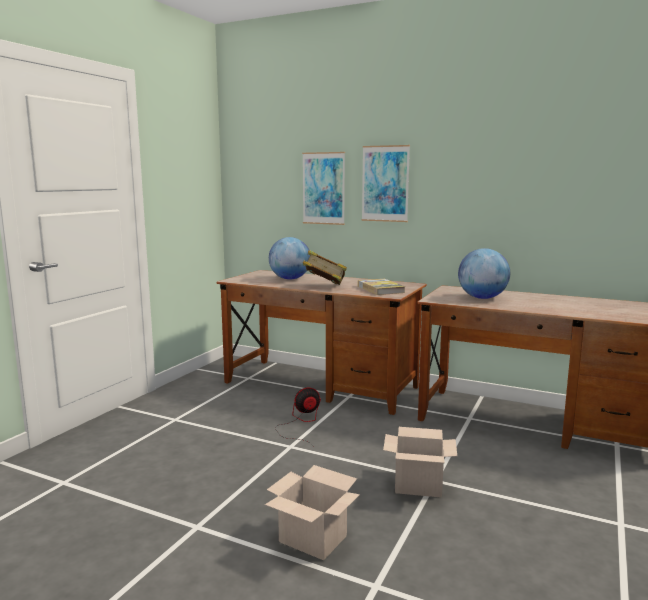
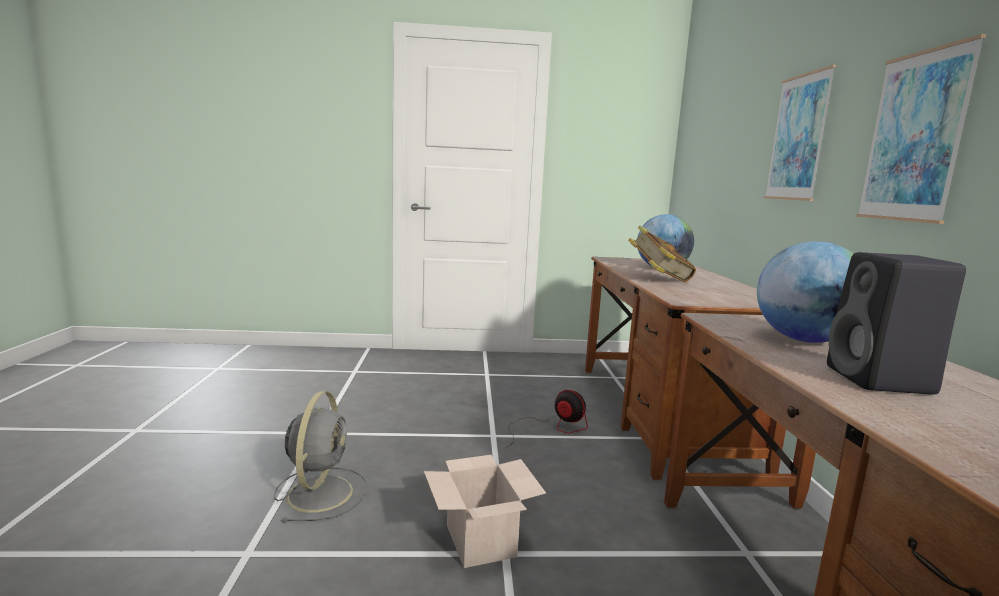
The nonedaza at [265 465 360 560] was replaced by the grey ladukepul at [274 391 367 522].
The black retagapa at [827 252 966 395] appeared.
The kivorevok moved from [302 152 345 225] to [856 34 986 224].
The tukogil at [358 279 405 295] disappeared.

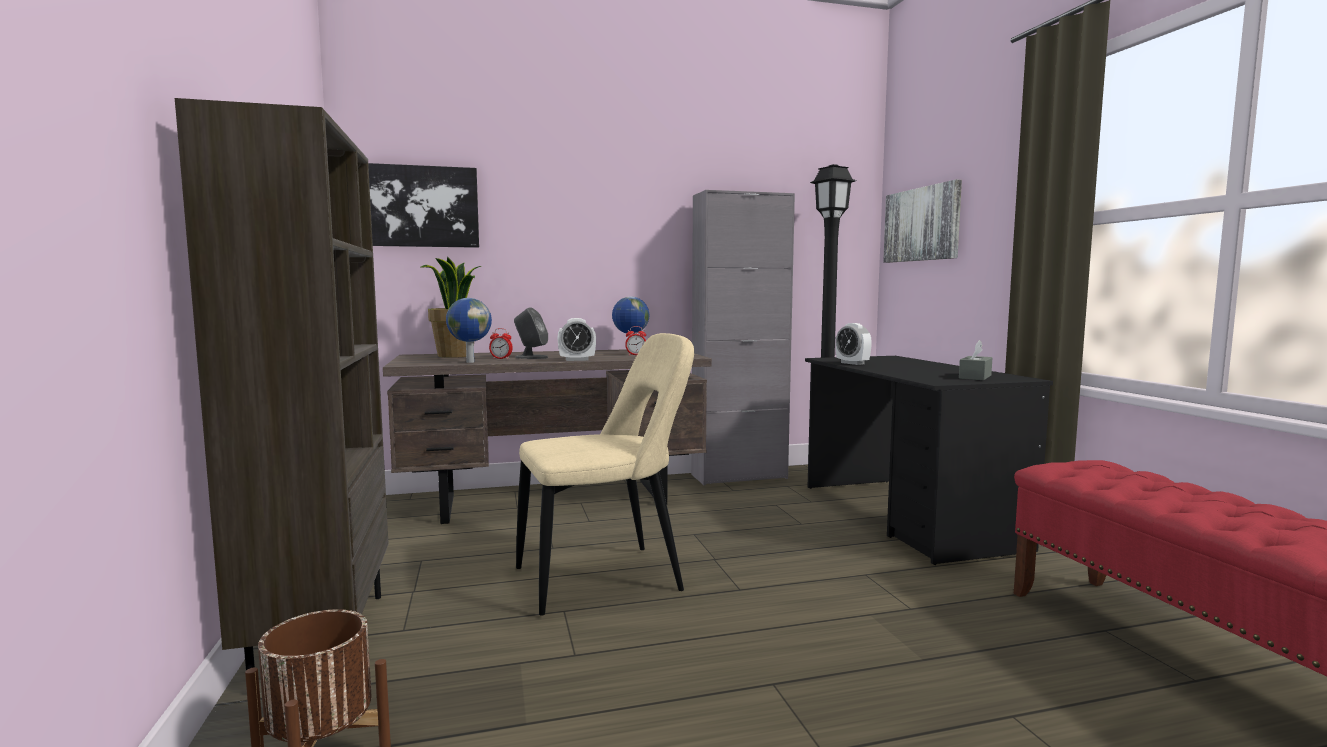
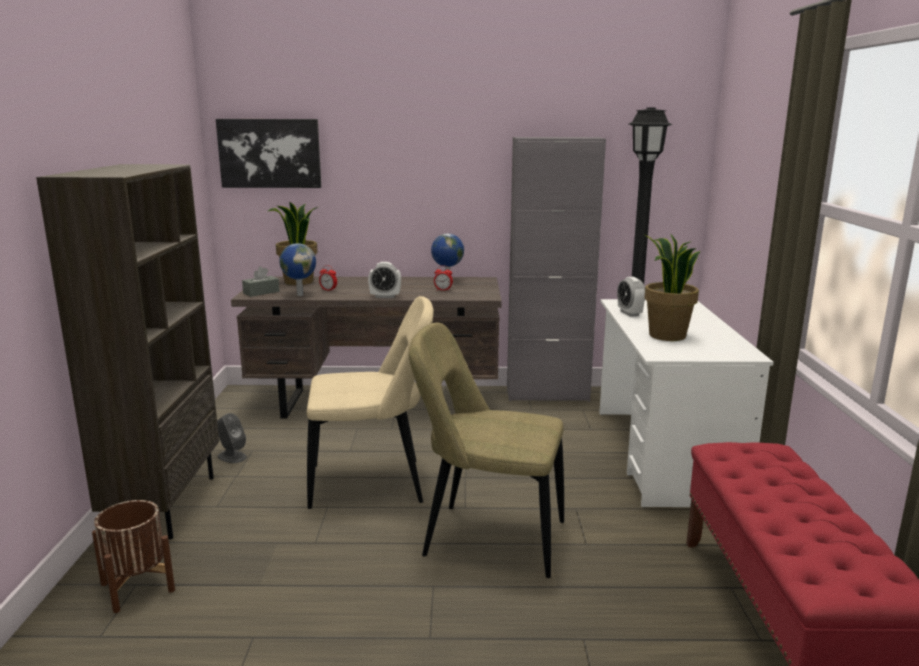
The grey retagapa moved from [514 307 548 359] to [217 413 247 463].
The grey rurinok moved from [959 340 992 380] to [242 266 280 297].
The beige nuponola at [409 323 564 578] appeared.
The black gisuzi at [805 356 1053 565] became the white gisuzi at [599 299 774 508].
The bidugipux at [644 233 701 341] appeared.
The kivorevok at [883 179 962 263] disappeared.

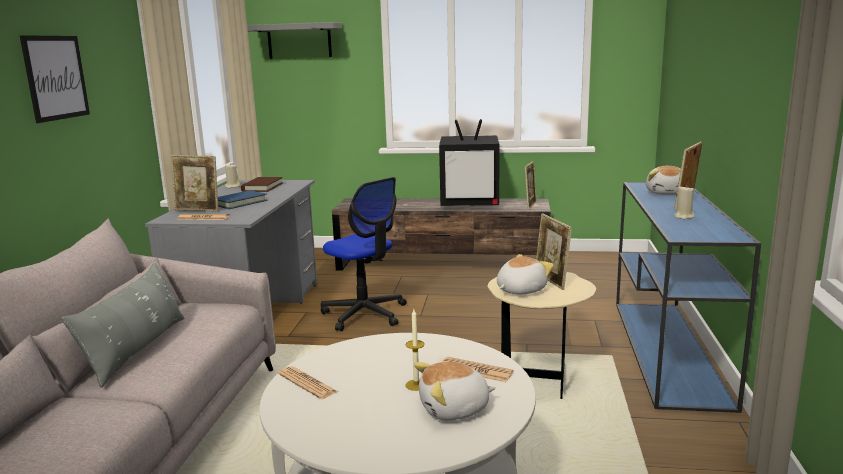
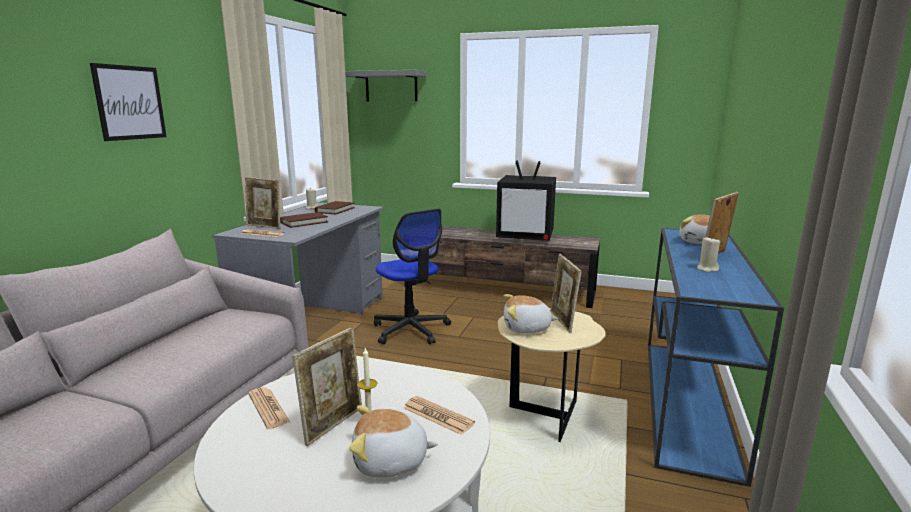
The blue tukogil at [218 190 267 209] became the brown tukogil at [280 212 328 228].
The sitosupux moved from [525 161 537 210] to [292 327 362 446].
The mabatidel at [497 254 553 295] turned 150 degrees counterclockwise.
The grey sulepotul at [61 263 185 388] disappeared.

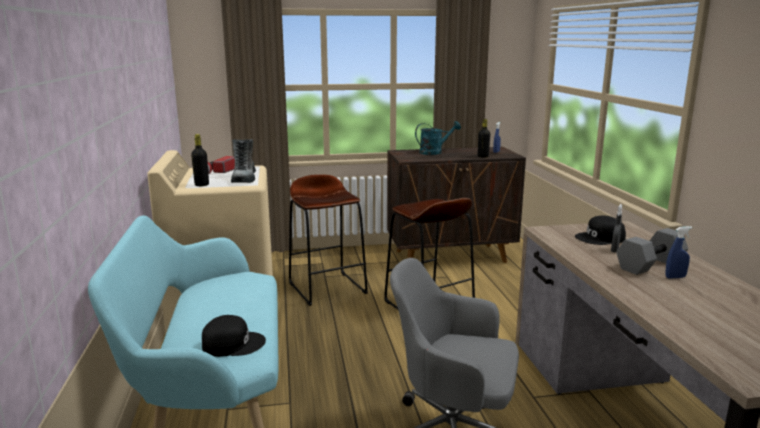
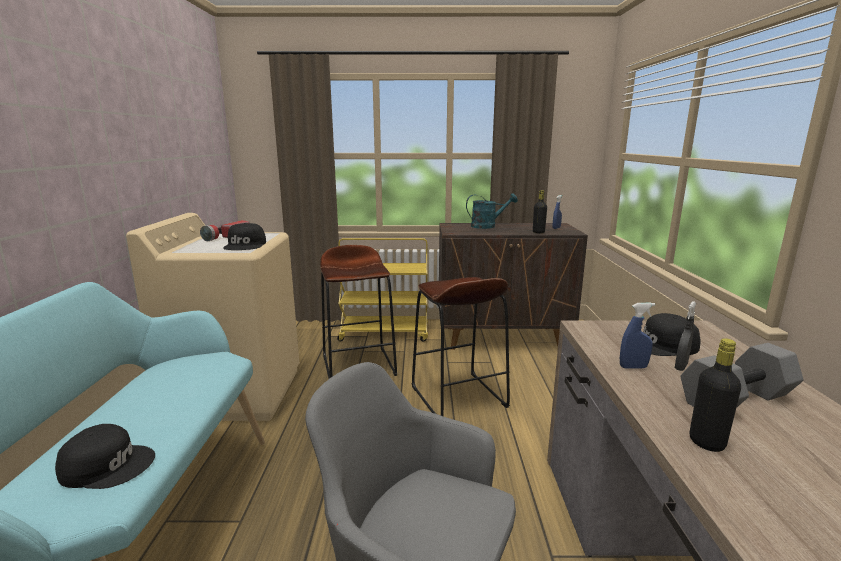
The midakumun at [231 139 256 183] was replaced by the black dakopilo at [223 223 266 250].
The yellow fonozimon at [337 238 428 342] appeared.
The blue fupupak moved from [665 226 692 279] to [620 303 655 369].
The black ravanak moved from [191 134 209 186] to [690 338 741 452].

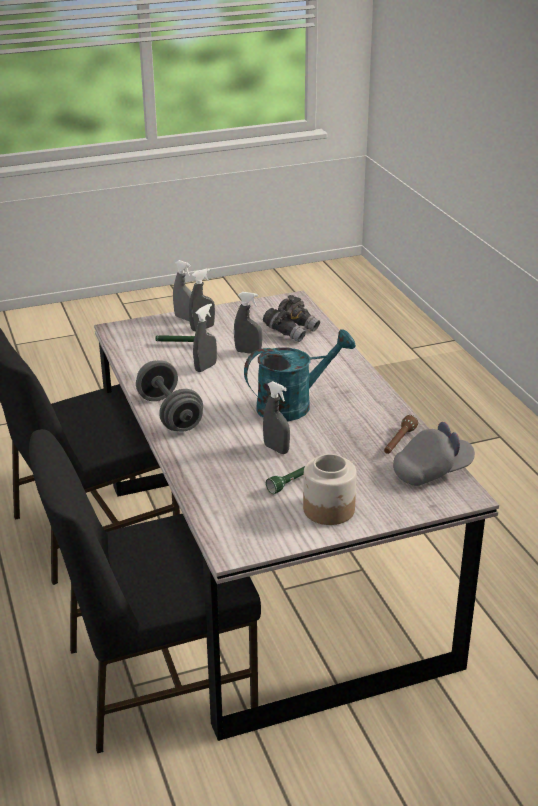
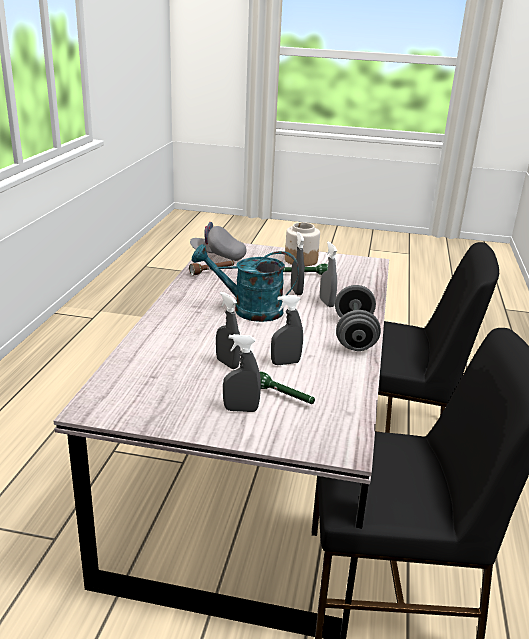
The grey fupupak moved from [173 260 192 321] to [320 242 337 307].
The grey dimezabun at [263 295 320 342] disappeared.

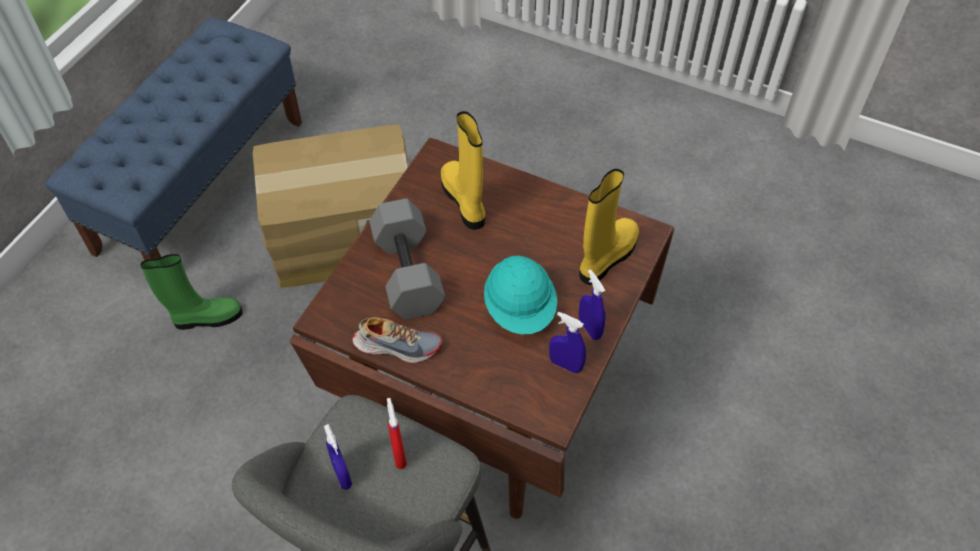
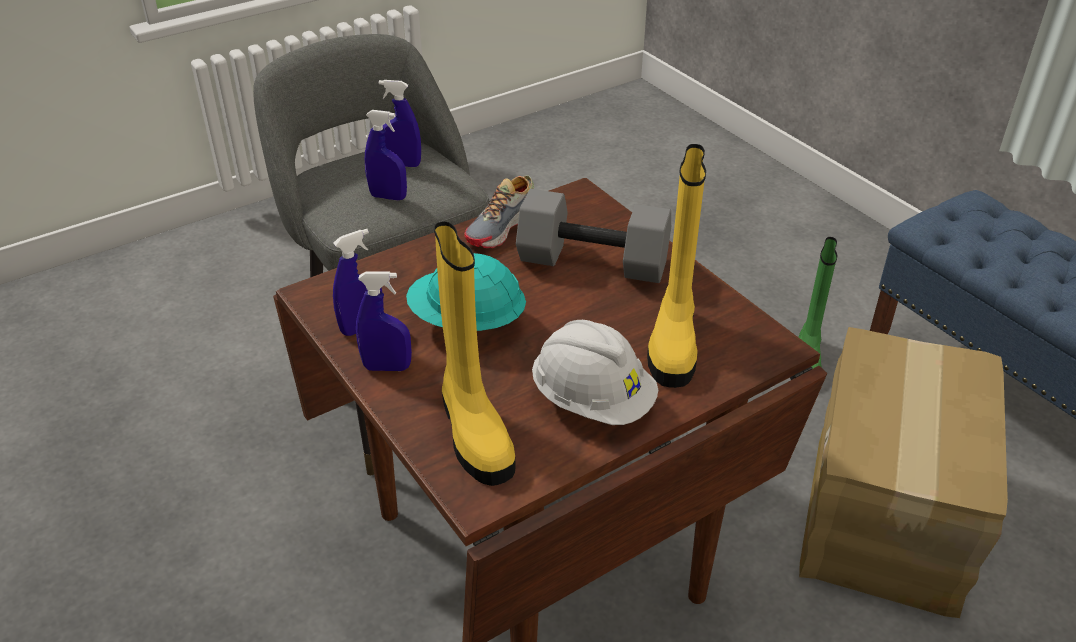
The red fupupak at [387 398 407 469] became the blue fupupak at [365 110 407 200].
The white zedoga at [532 320 658 425] appeared.
The yellow midakumun at [441 111 485 230] turned 90 degrees clockwise.

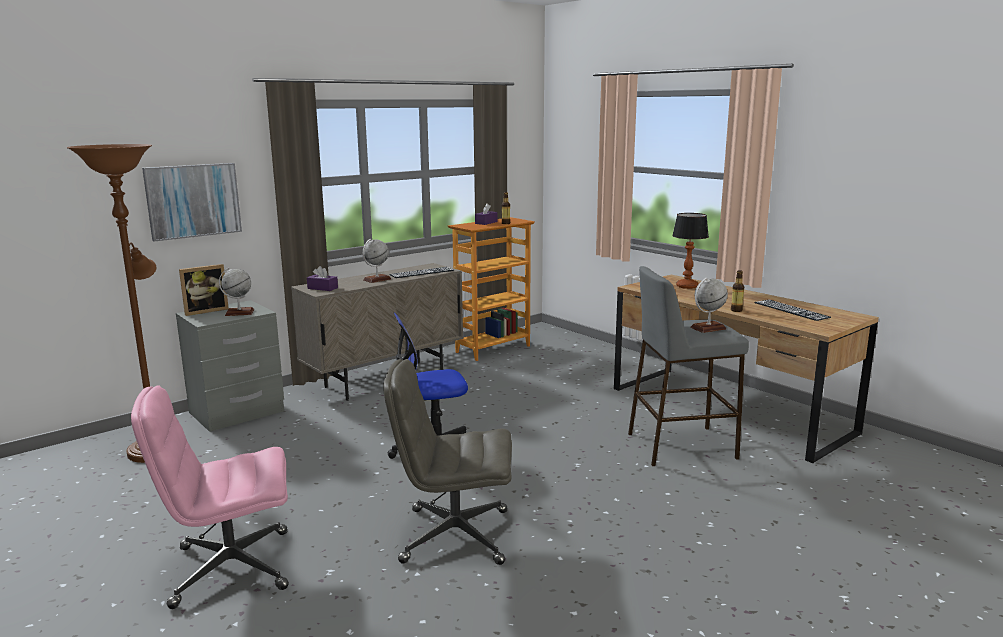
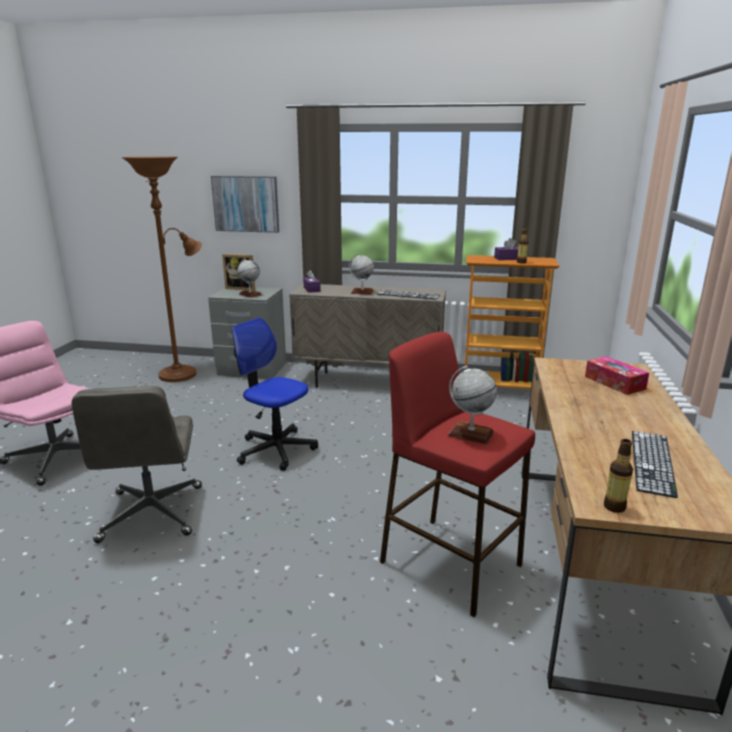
The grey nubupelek at [383 359 512 565] turned 150 degrees counterclockwise.
The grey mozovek at [628 266 749 466] became the red mozovek at [380 332 535 617].
The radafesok at [672 213 709 289] was replaced by the rurinok at [585 356 649 395].
The ravanak moved from [731 270 744 312] to [604 439 633 513].

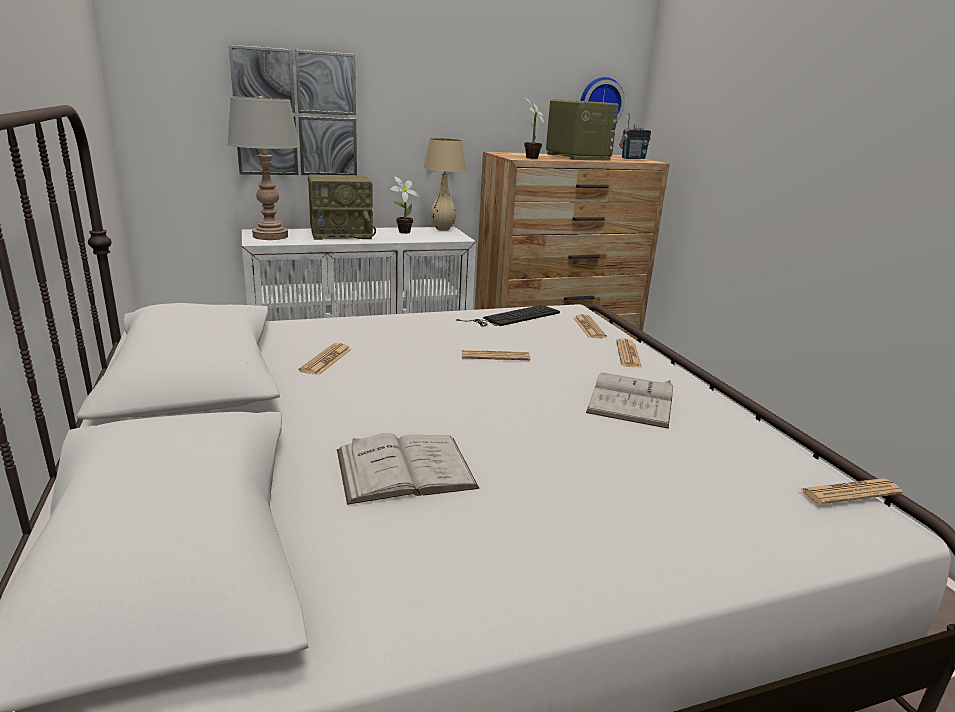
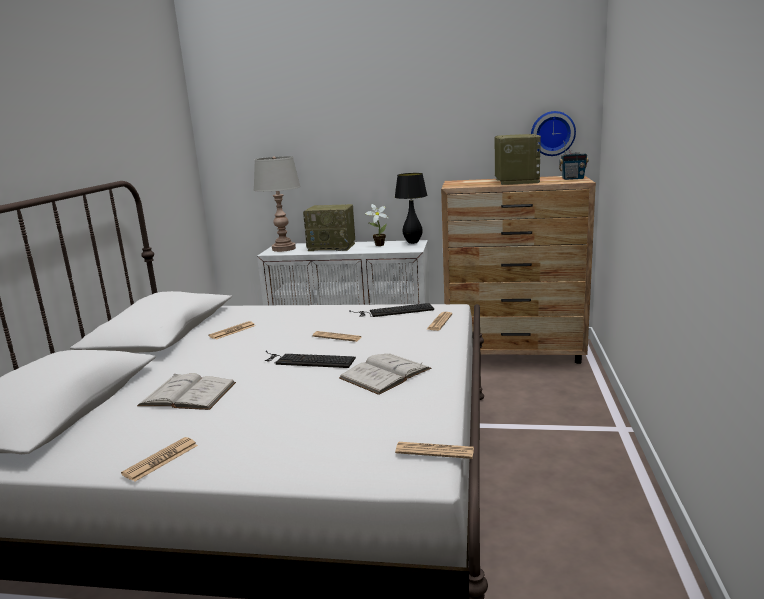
The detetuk moved from [616 339 642 368] to [121 437 198 482].
The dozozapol at [265 350 356 368] appeared.
The beige radafesok at [424 138 466 231] became the black radafesok at [395 173 428 244].
The kivorevok at [229 45 357 175] disappeared.
The bidugipux at [524 98 546 159] disappeared.

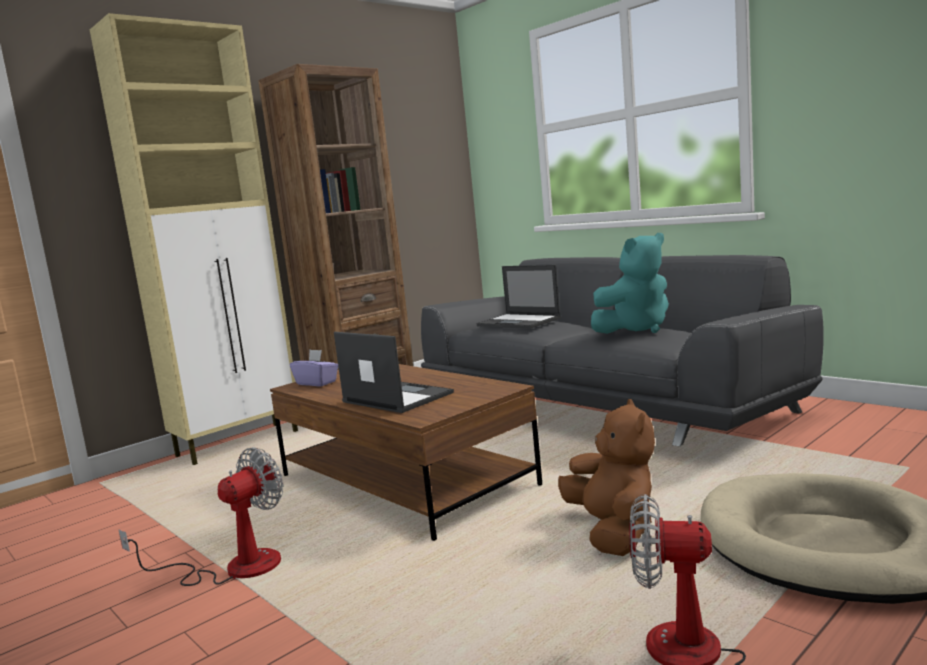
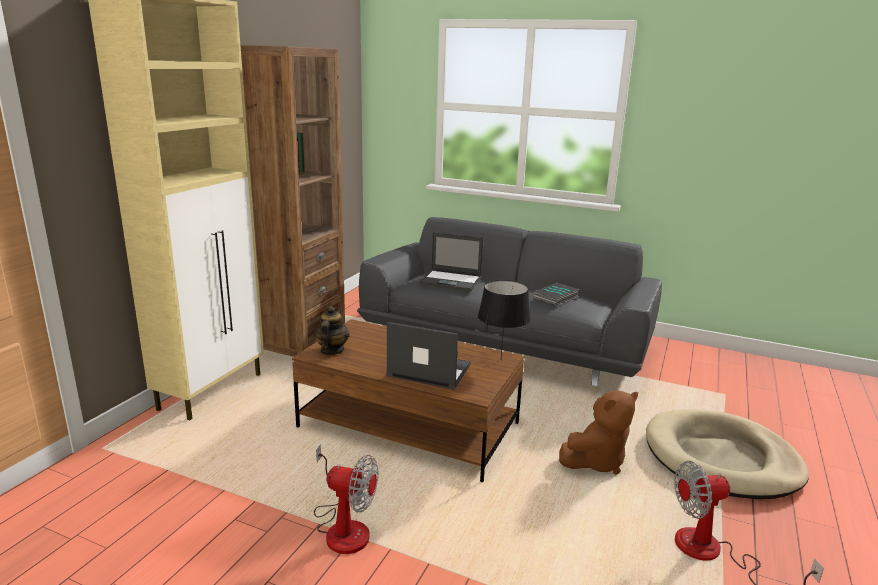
The purple rurinok at [290 349 338 386] was replaced by the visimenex at [314 306 350 355].
The ladukepul at [119 447 283 586] turned 90 degrees clockwise.
The black radafesok at [478 280 531 359] appeared.
The turquoise mabatidel at [591 233 669 334] was replaced by the tukogil at [534 283 580 306].
The brown mabatidel at [558 399 655 556] turned 90 degrees clockwise.

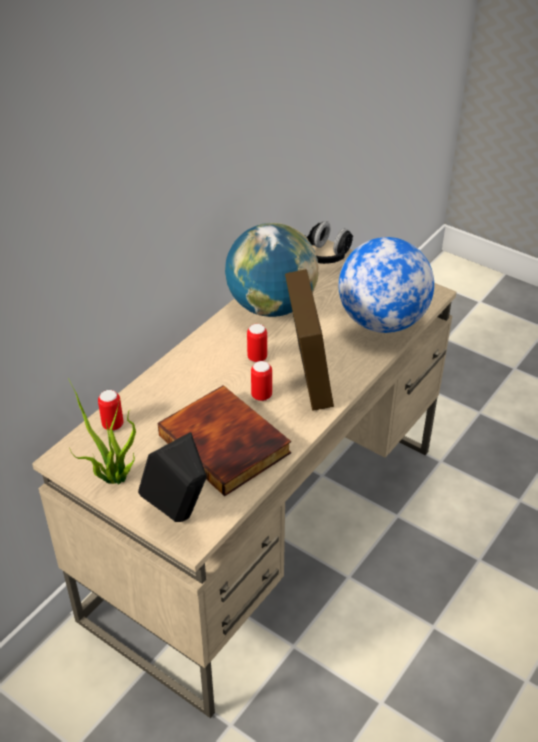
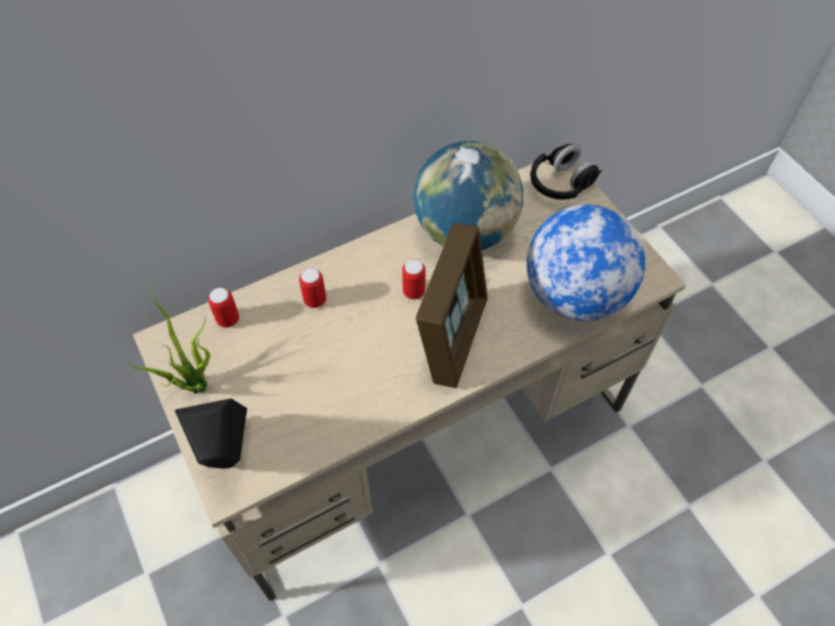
The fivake moved from [251 361 272 401] to [299 268 326 308].
The tukogil at [158 385 291 496] disappeared.

